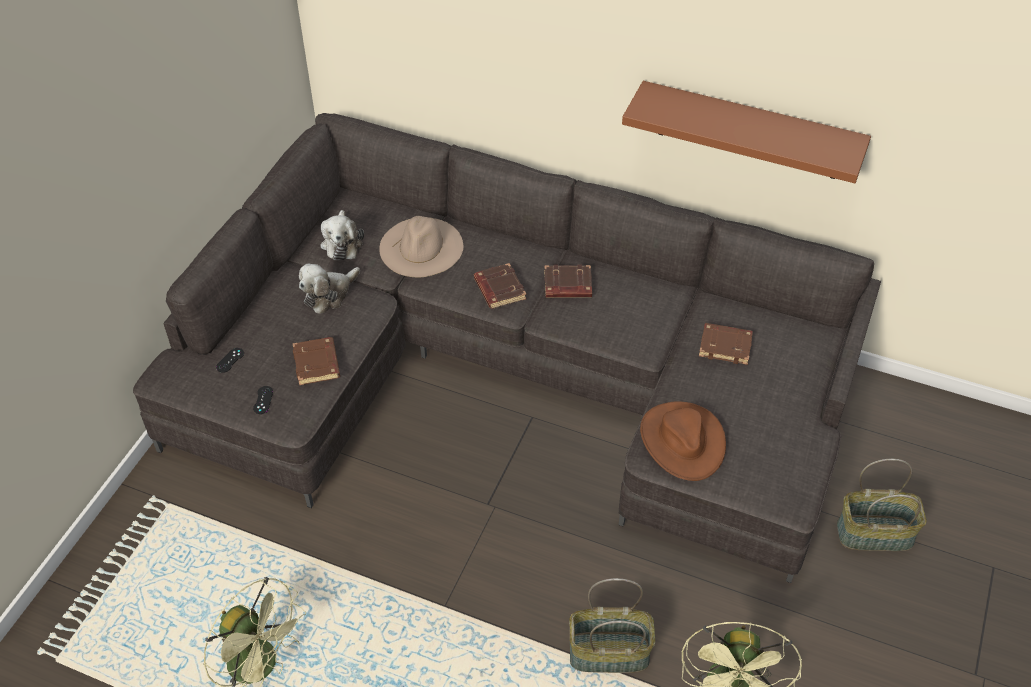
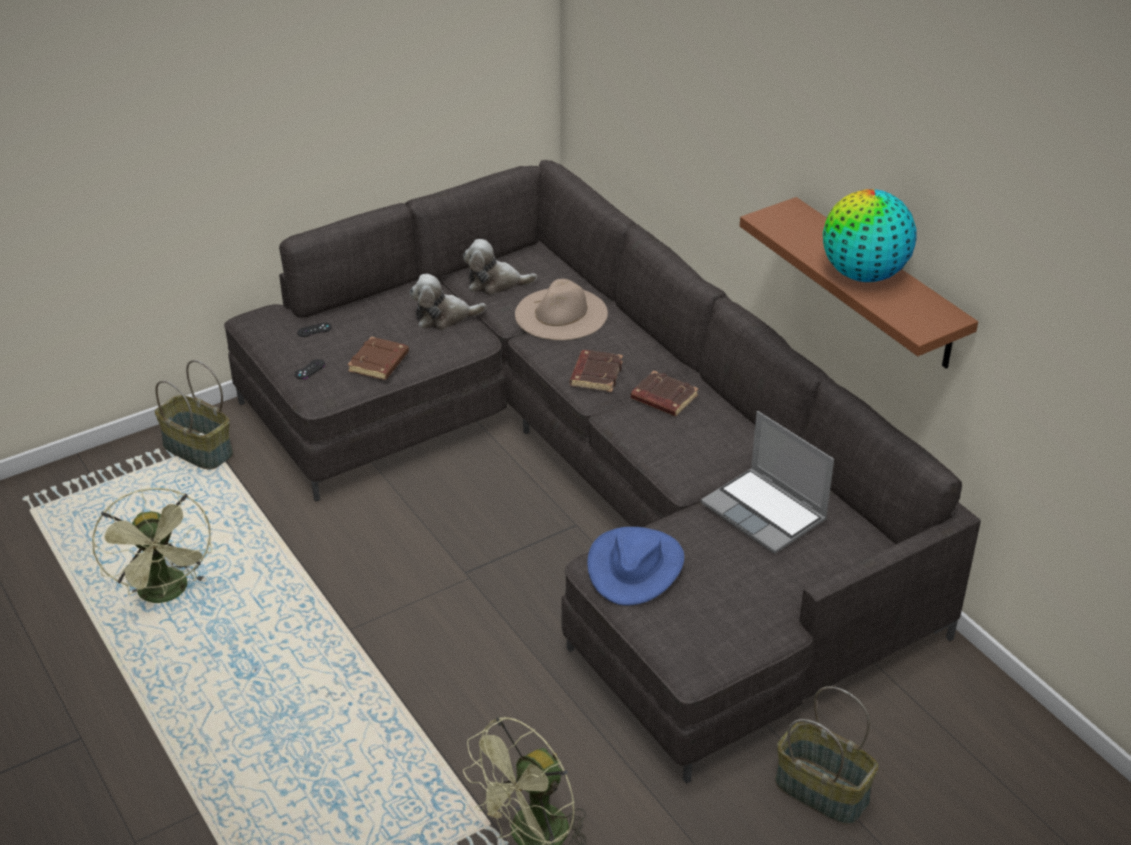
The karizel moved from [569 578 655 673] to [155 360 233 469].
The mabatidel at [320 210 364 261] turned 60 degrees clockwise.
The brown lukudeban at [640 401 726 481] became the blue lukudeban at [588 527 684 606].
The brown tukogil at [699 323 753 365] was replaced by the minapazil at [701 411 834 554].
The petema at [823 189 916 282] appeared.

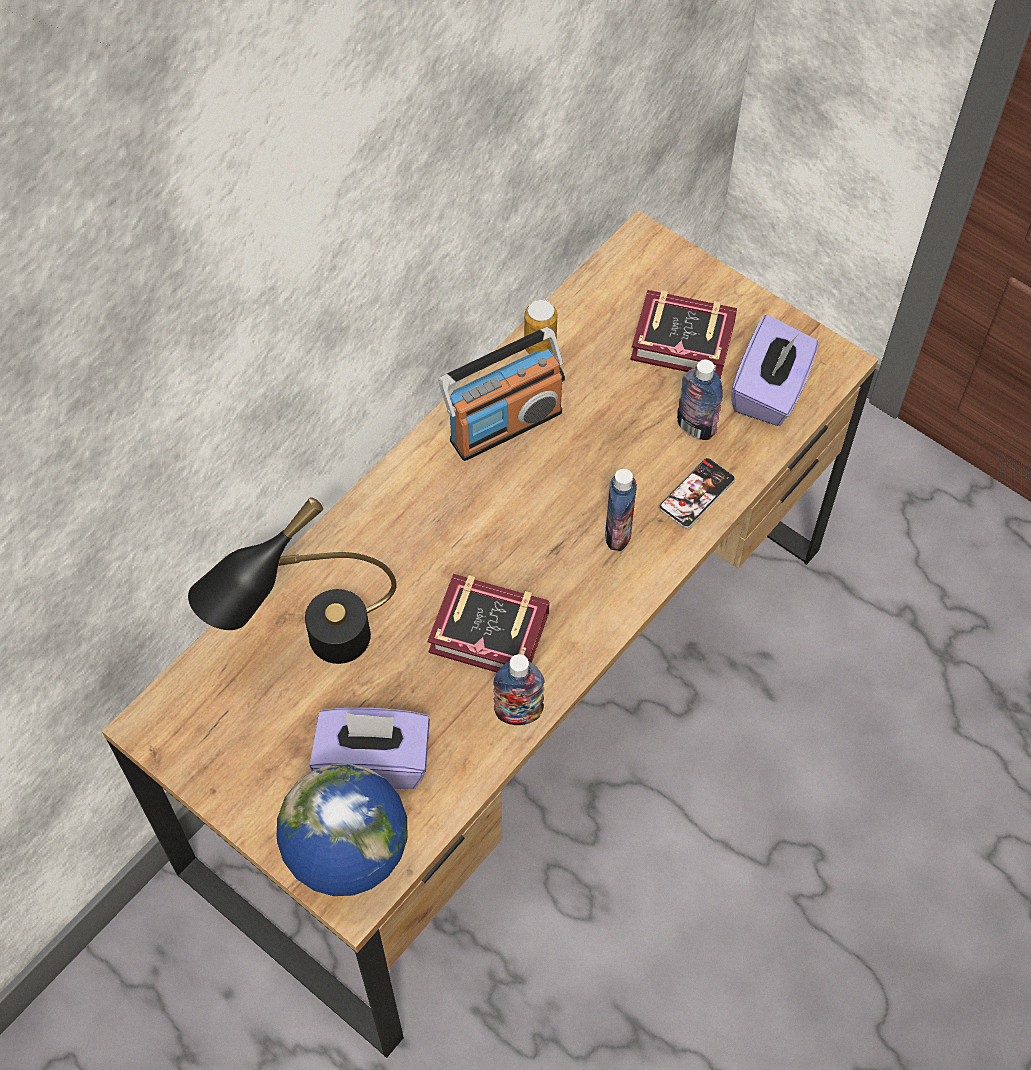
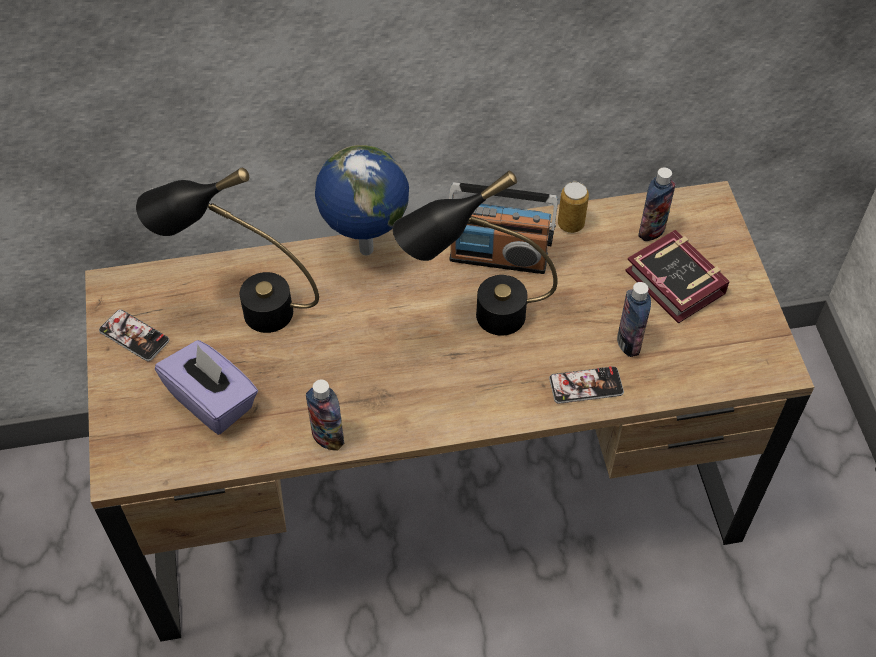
The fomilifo at [99 309 169 361] appeared.
The petema moved from [277 764 407 896] to [315 145 409 255].
The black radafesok at [393 171 558 336] appeared.
The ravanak moved from [605 469 637 551] to [638 167 676 241].
The tukogil at [427 574 550 672] disappeared.
The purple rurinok at [731 315 819 426] disappeared.

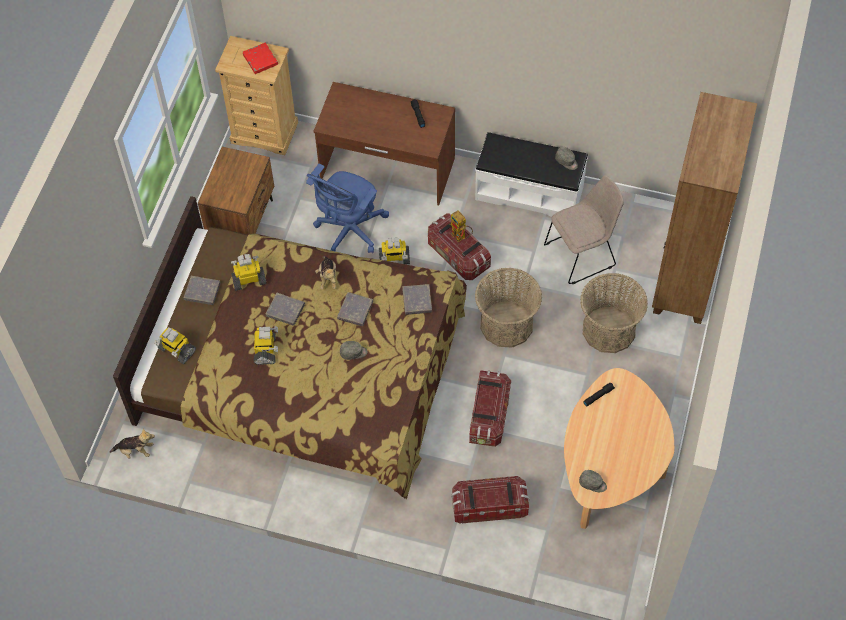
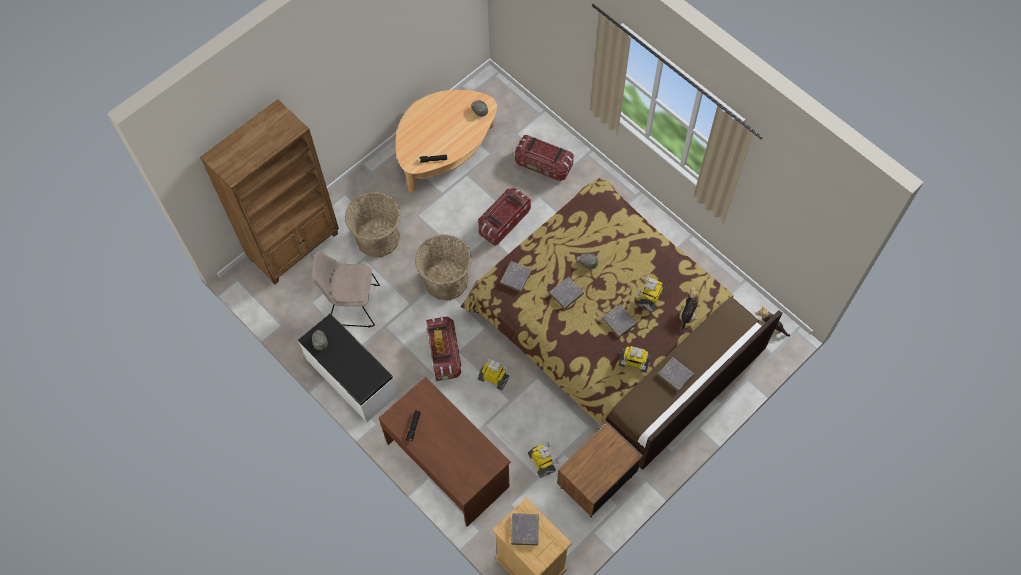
The red tukogil at [243 43 278 74] became the grey tukogil at [511 513 539 545].
The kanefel moved from [154 328 196 364] to [528 442 559 478].
The mabatidel moved from [315 256 336 289] to [679 287 700 334].
The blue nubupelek at [306 164 389 253] disappeared.

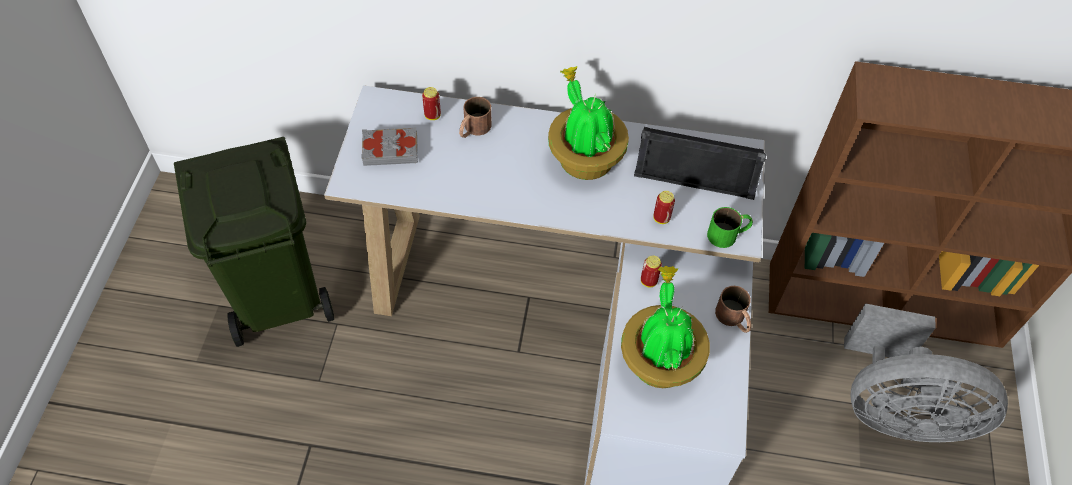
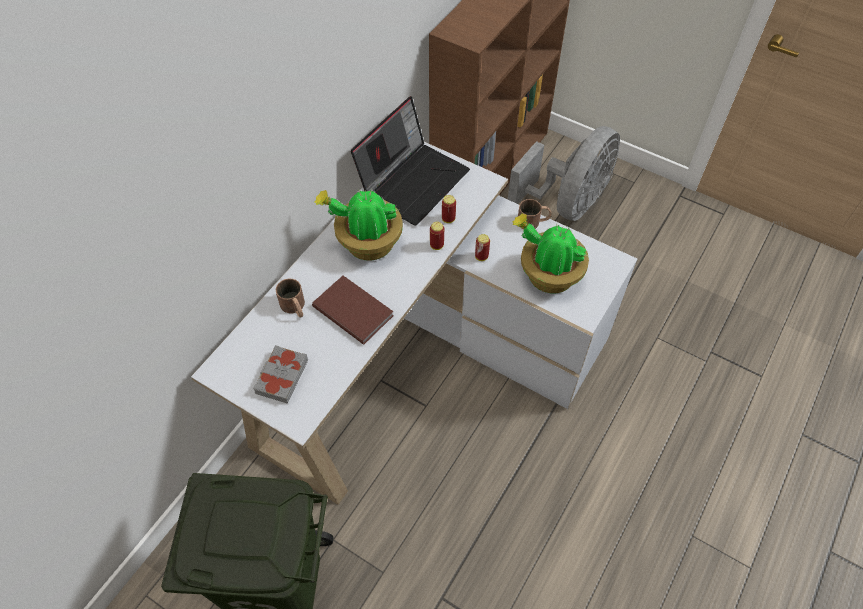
The brown tukogil at [312 276 394 345] appeared.
The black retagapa at [634 127 767 200] was replaced by the minapazil at [351 96 470 226].
The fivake moved from [422 87 441 120] to [430 222 444 250].
The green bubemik at [707 207 753 248] disappeared.

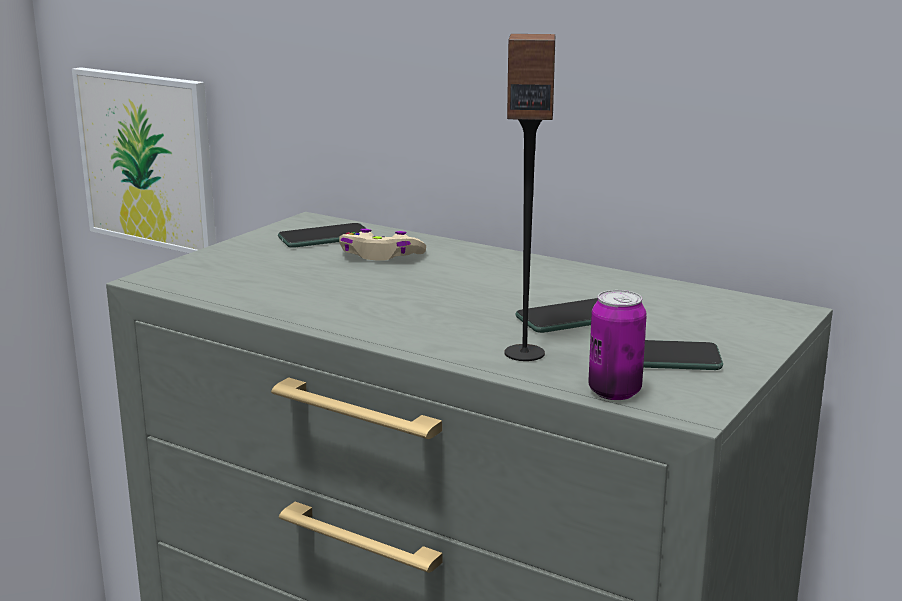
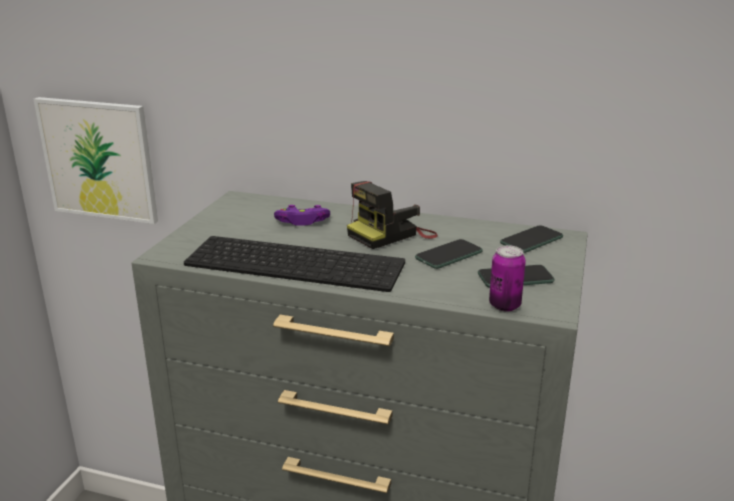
The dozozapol at [184 236 405 292] appeared.
The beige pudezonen at [339 229 426 261] became the purple pudezonen at [274 205 330 226].
The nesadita at [347 181 438 249] appeared.
The fomilifo moved from [278 223 371 248] to [500 225 563 253].
The retagapa at [504 34 555 361] disappeared.

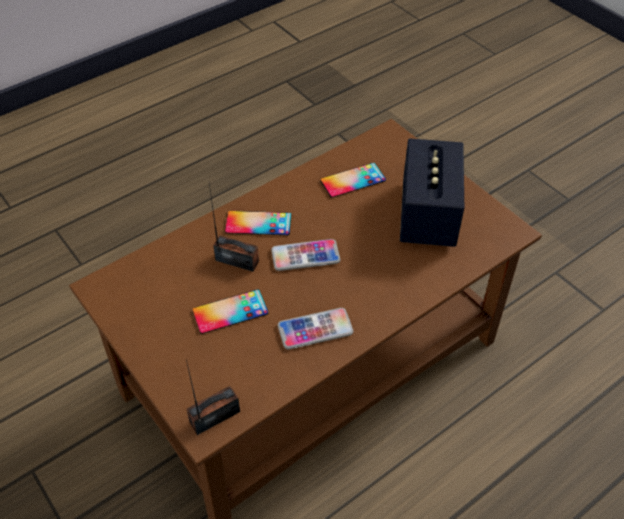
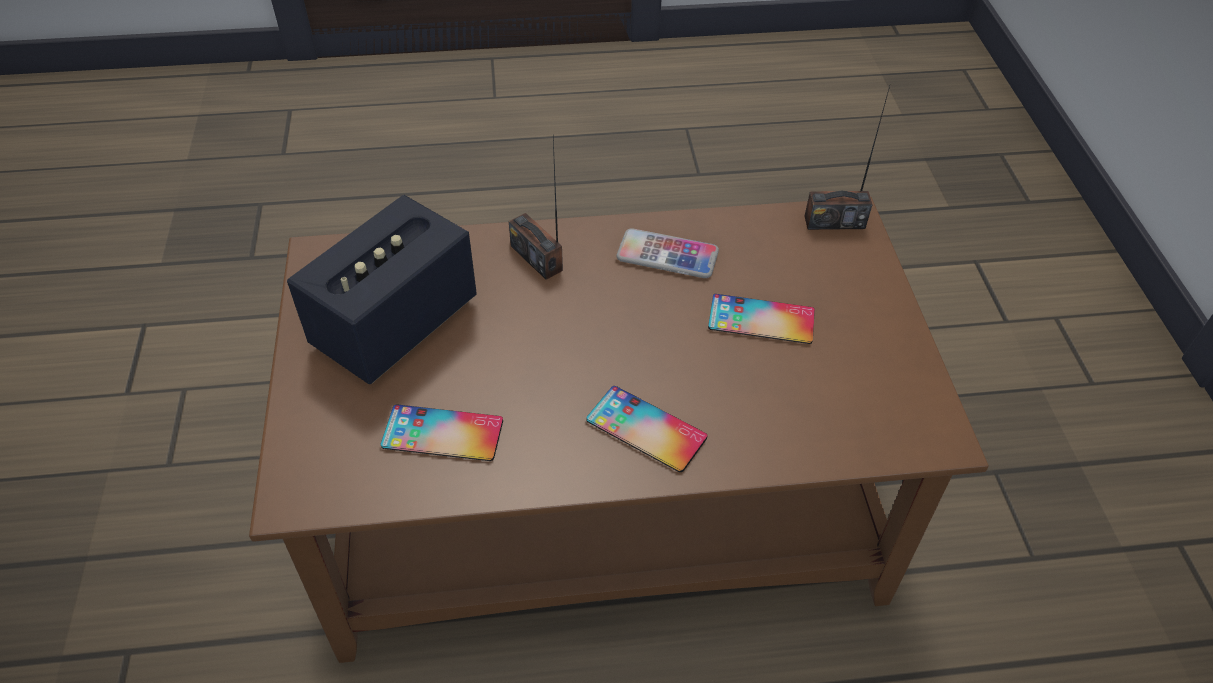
The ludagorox moved from [209 184 259 272] to [509 138 563 280].
The fomilifo at [271 239 340 271] disappeared.

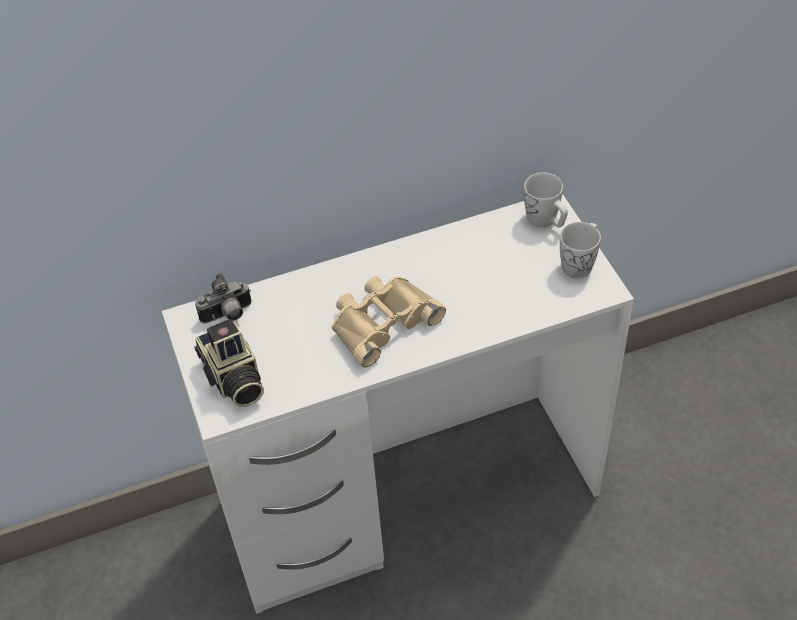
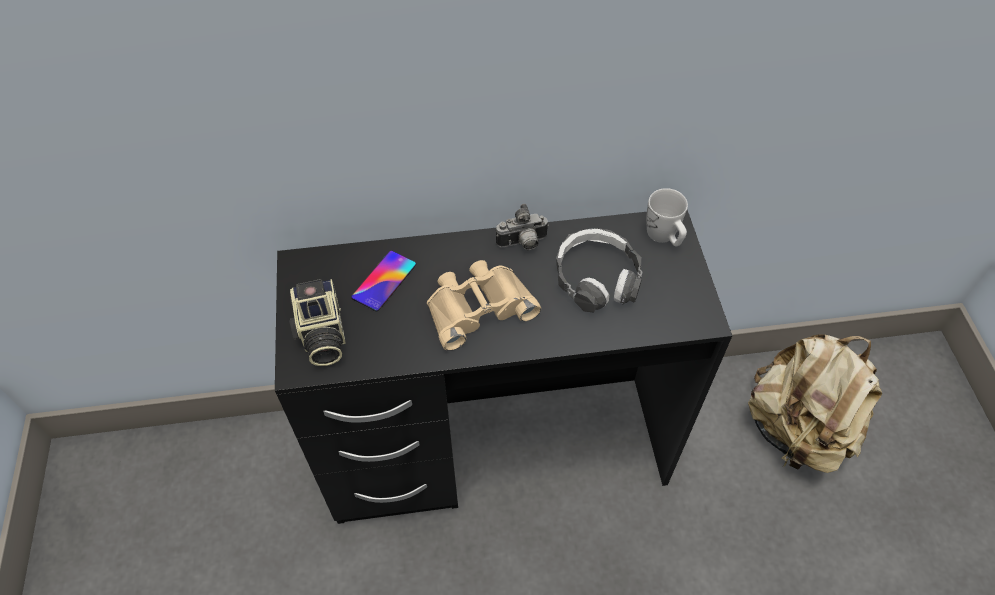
The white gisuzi at [162 194 634 614] became the black gisuzi at [275 210 732 524].
The fomilifo at [351 251 416 311] appeared.
The nesadita moved from [195 273 252 324] to [496 204 549 250].
The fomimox at [556 228 642 312] appeared.
The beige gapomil at [748 334 882 473] appeared.
The white bubemik at [560 222 601 278] disappeared.

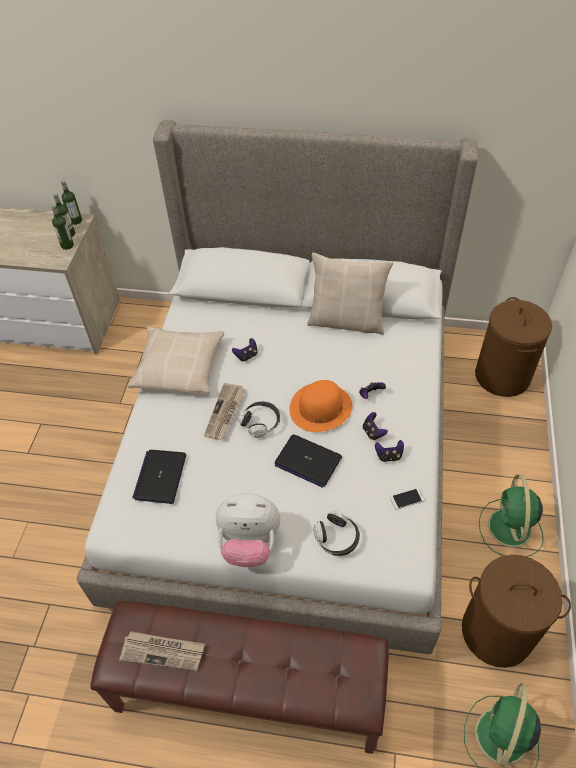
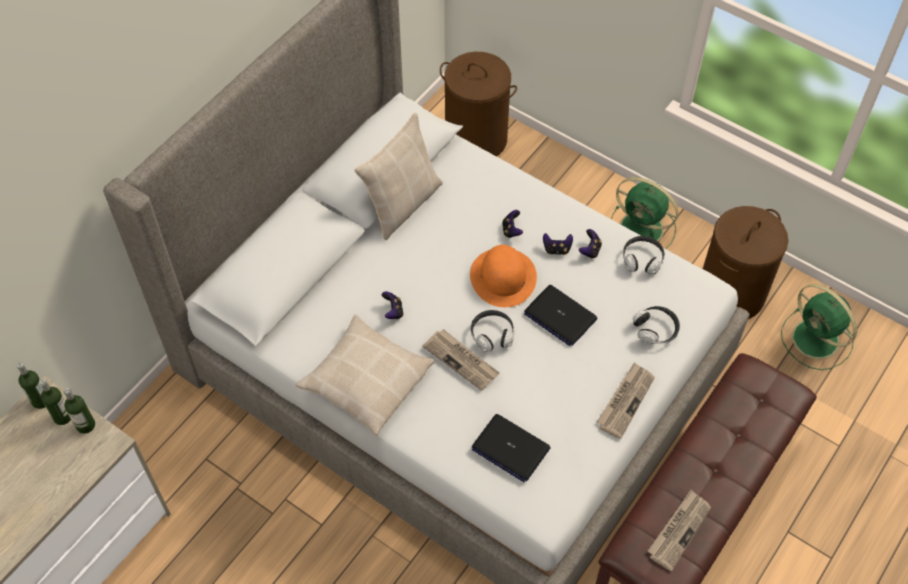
The minapazil at [275 434 342 488] turned 75 degrees clockwise.
The mabatidel at [216 493 280 567] was replaced by the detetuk at [597 362 655 439].
The fomilifo at [390 488 425 510] was replaced by the fomimox at [623 236 665 274].

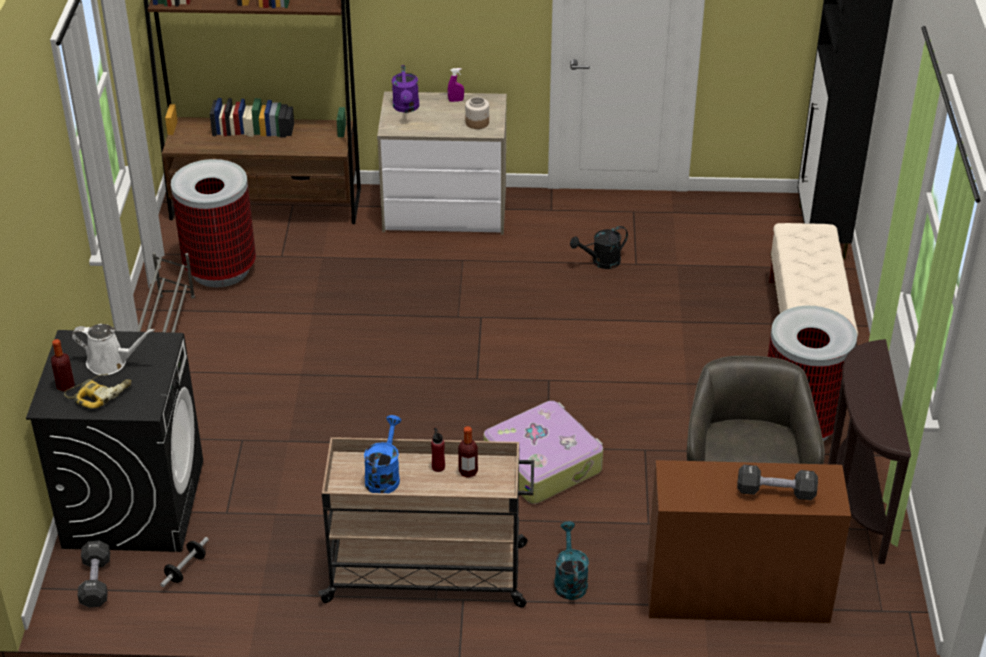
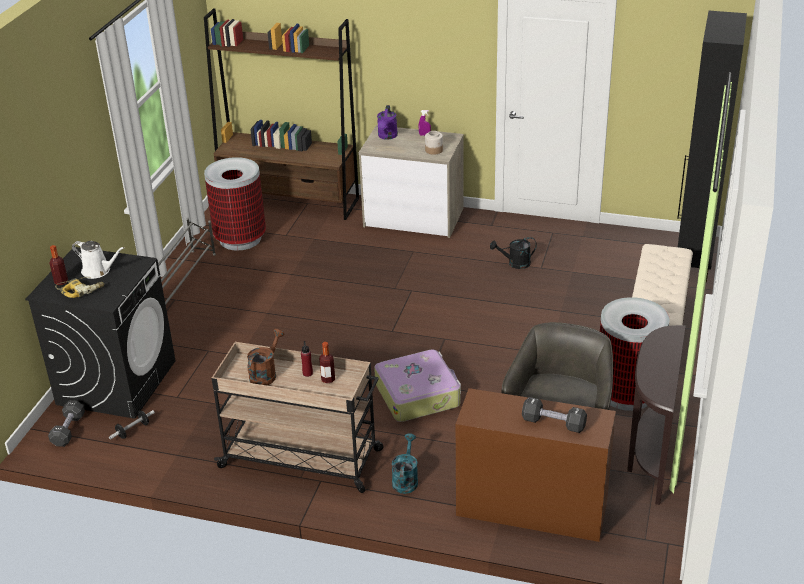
The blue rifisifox at [364 415 401 493] became the brown rifisifox at [247 329 284 386].

